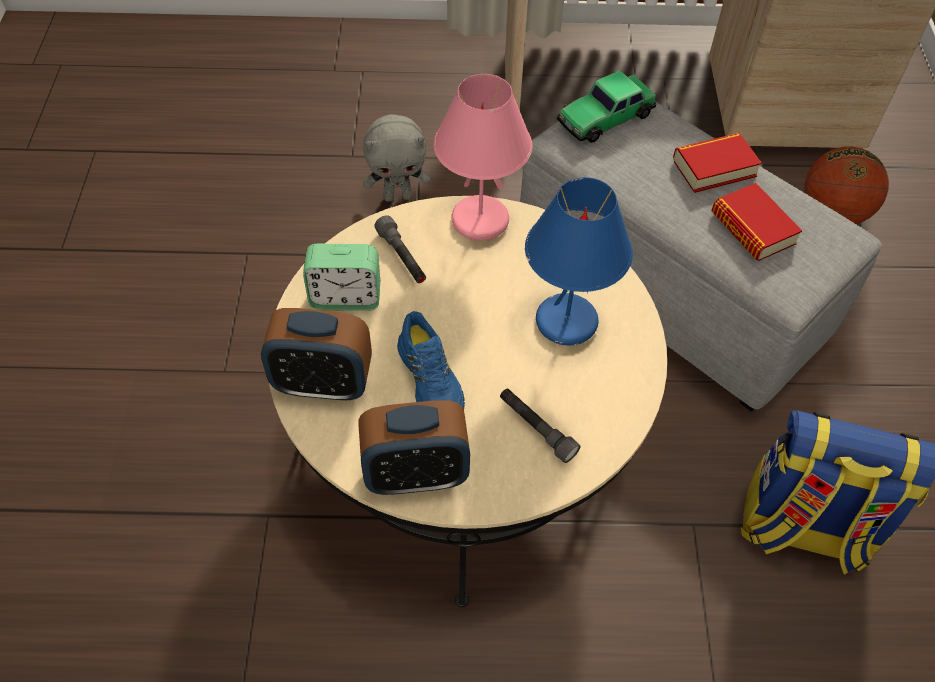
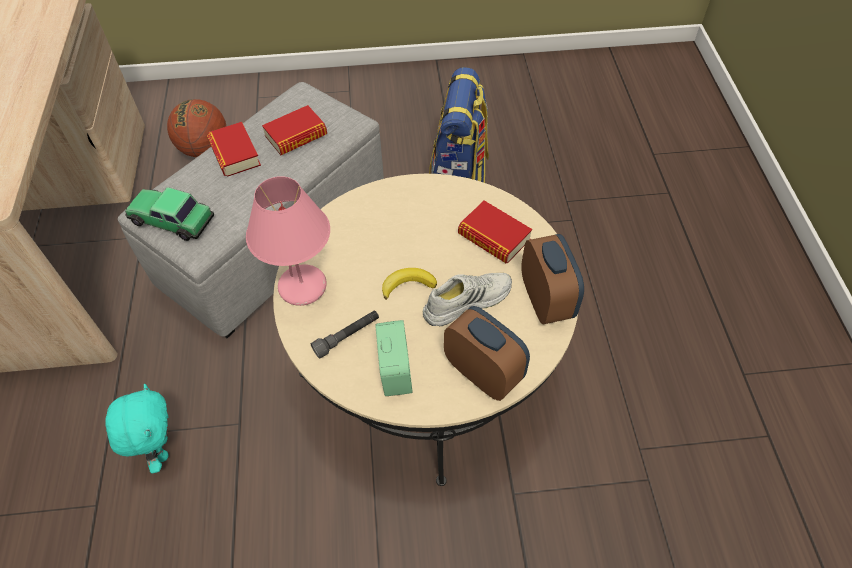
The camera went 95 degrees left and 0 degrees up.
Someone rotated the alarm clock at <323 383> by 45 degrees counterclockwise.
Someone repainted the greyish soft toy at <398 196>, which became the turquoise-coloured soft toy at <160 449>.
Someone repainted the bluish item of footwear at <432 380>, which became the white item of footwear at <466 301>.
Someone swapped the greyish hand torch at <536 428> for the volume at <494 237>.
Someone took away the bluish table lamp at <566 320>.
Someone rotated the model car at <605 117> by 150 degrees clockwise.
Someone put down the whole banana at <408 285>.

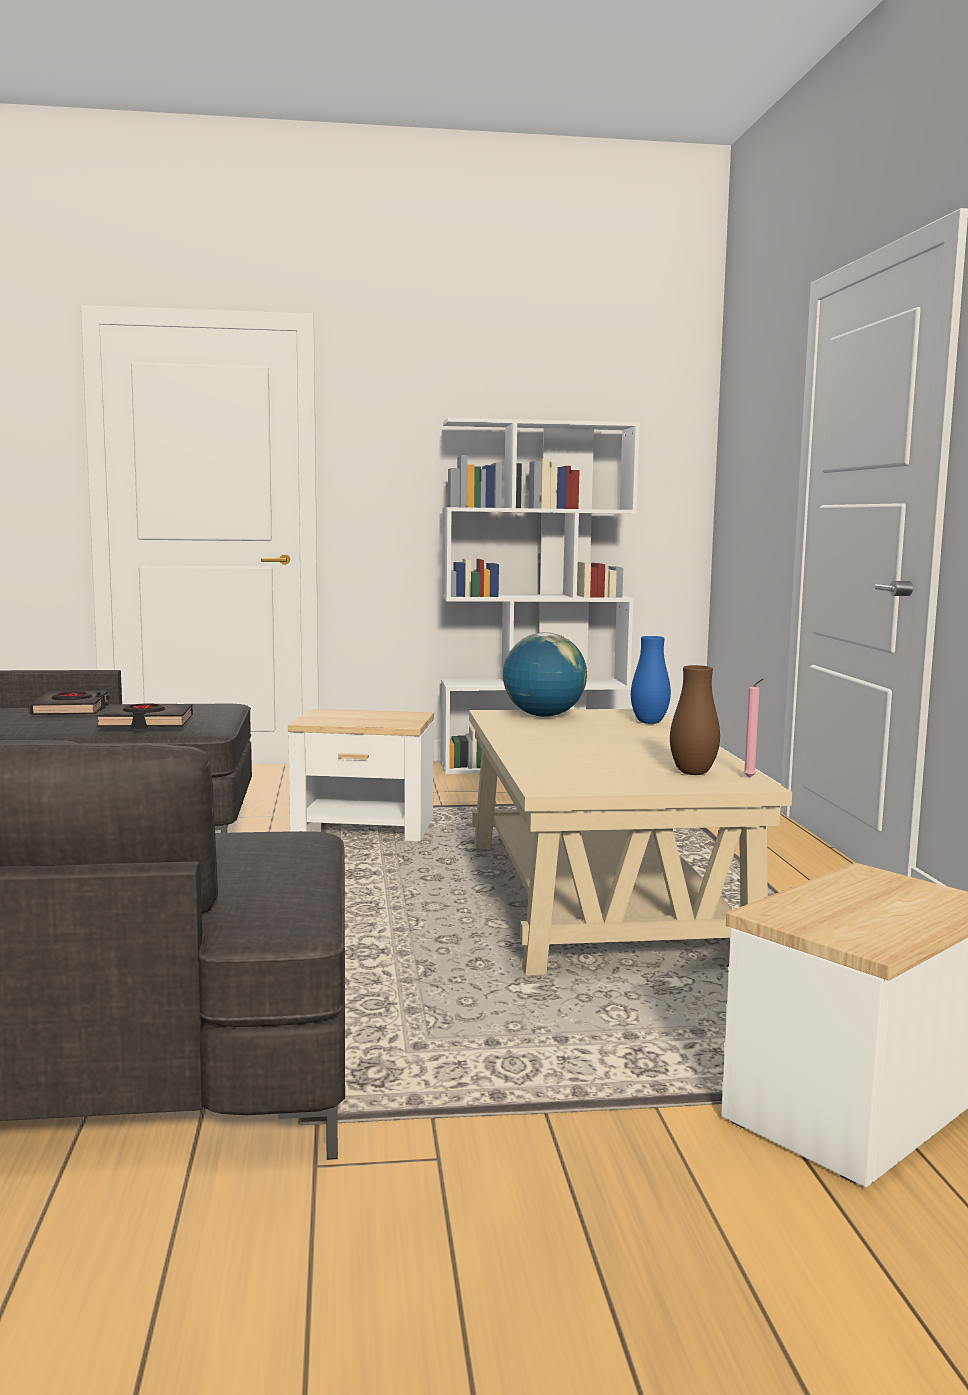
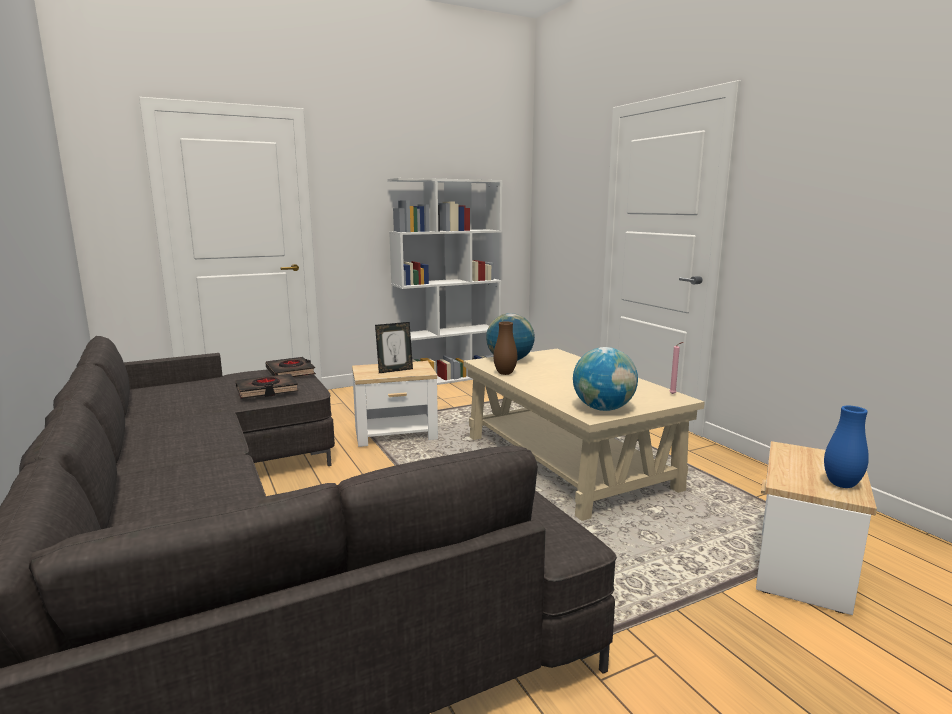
The camera went 20 degrees left and 5 degrees up.
Someone carried the black volume from <71 710> to <290 372>.
Someone carried the bluish flower vase from <649 722> to <841 485>.
Someone carried the brown-coloured flower vase from <693 773> to <505 373>.
Someone put down the picture frame at <395 370>.
Someone put down the world globe at <603 409>.

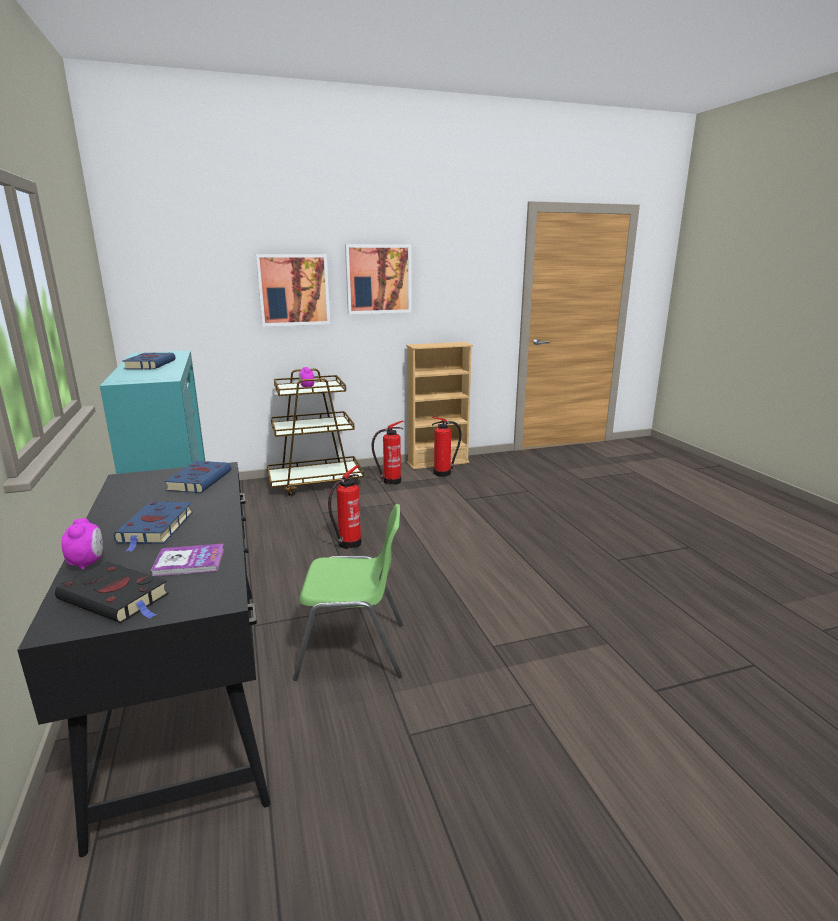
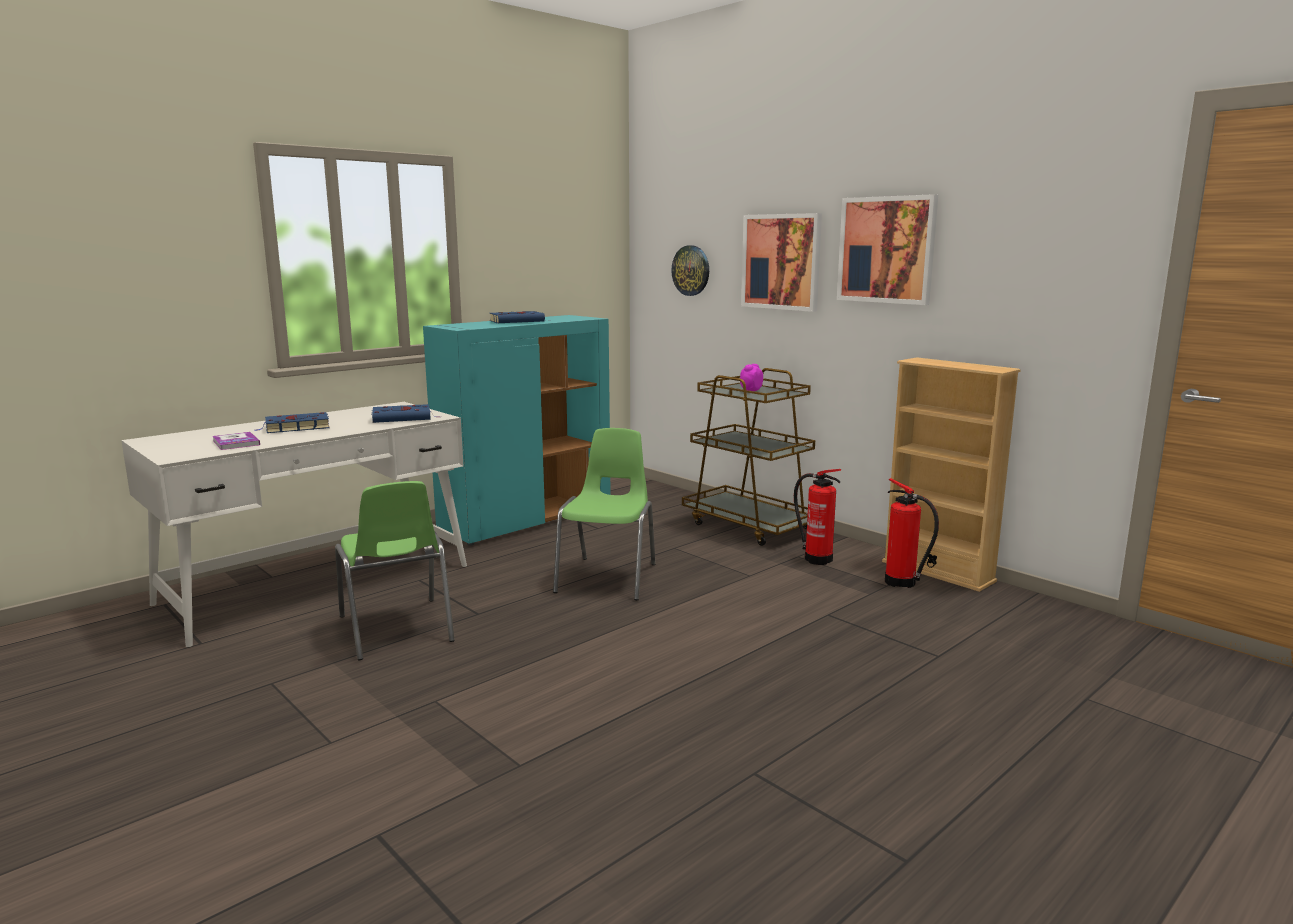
The camera went 65 degrees right and 5 degrees down.
Someone repainted the black desk at <190 690>, which became the white desk at <318 584>.
Someone took away the black volume at <116 598>.
Someone took away the alarm clock at <87 563>.
Someone swapped the extinguisher at <348 544> for the green plain chair at <609 577>.
Someone put up the clock on the wall at <691 270>.

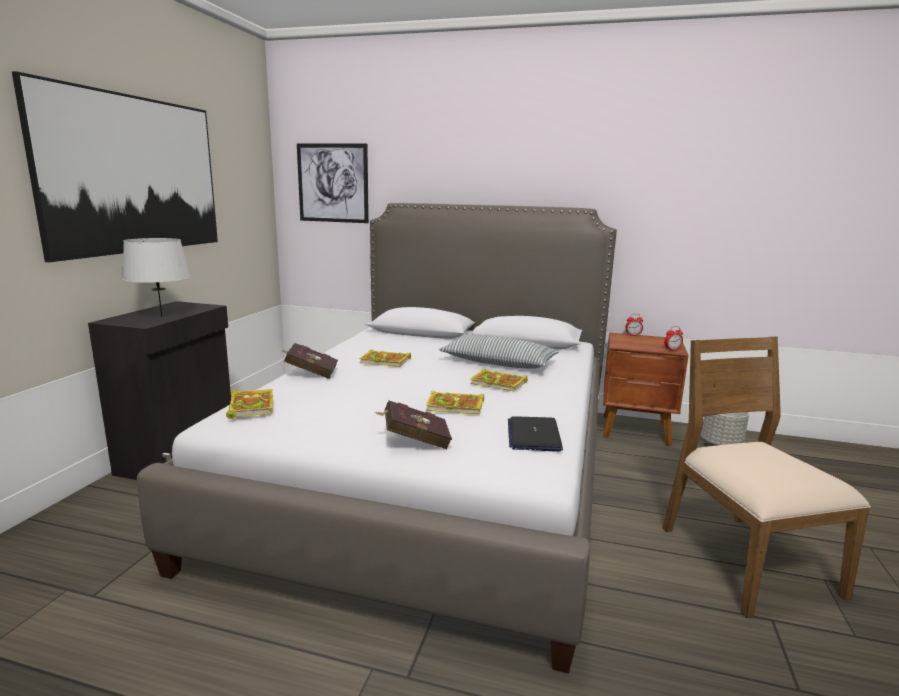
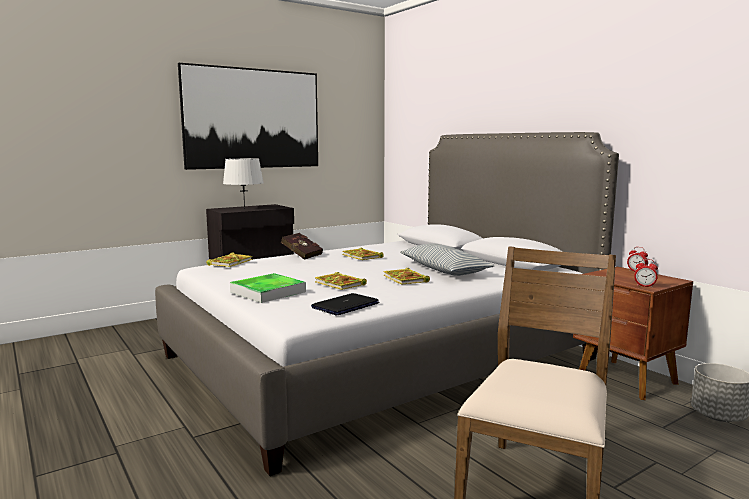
The camera went 40 degrees right and 5 degrees down.
Someone took away the wall picture at <333 183>.
Someone swapped the red-coloured volume at <413 441> for the carrying tray at <268 292>.

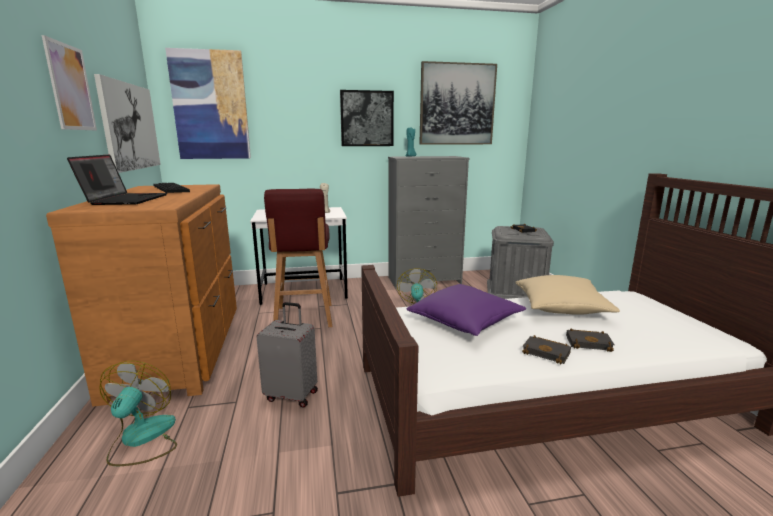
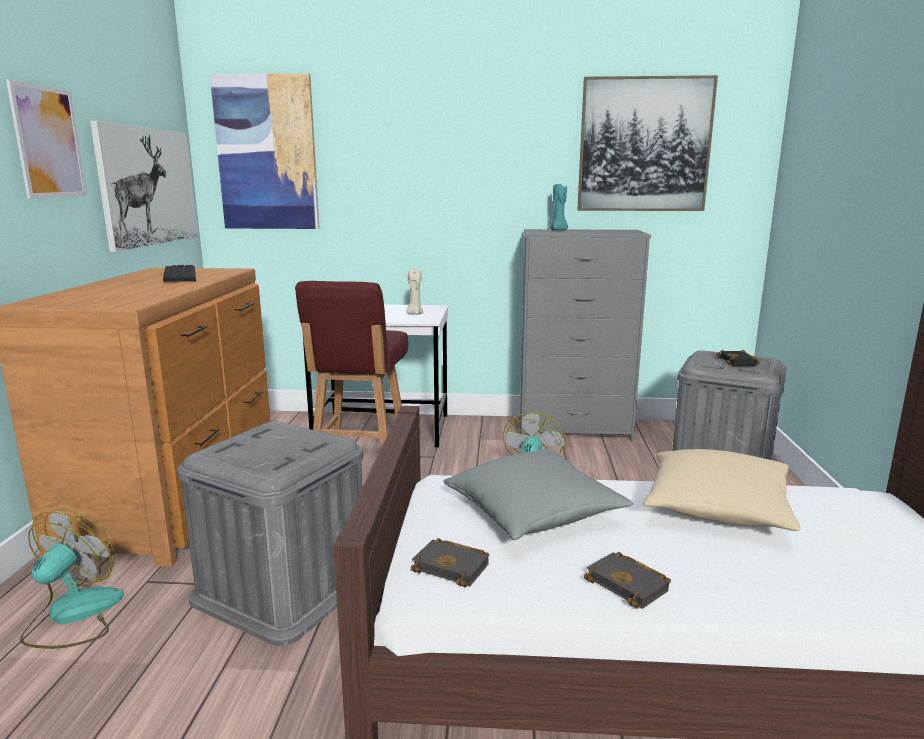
The camera went 15 degrees right and 0 degrees up.
Someone took away the portable computer at <125 200>.
Someone swapped the greyish suitcase at <292 395> for the greyish storage box at <284 586>.
Someone took away the wall picture at <367 118>.
Someone repainted the purplish pillow at <465 322>, which became the greyish pillow at <533 513>.
Someone carried the black volume from <589 343> to <453 567>.

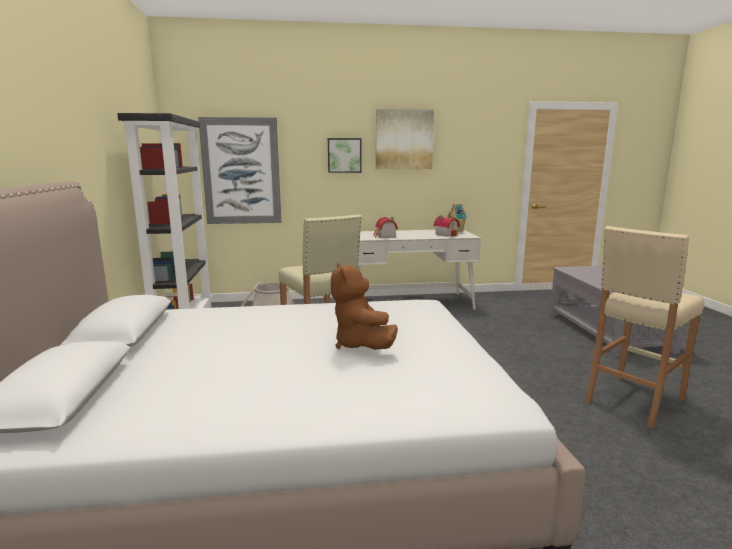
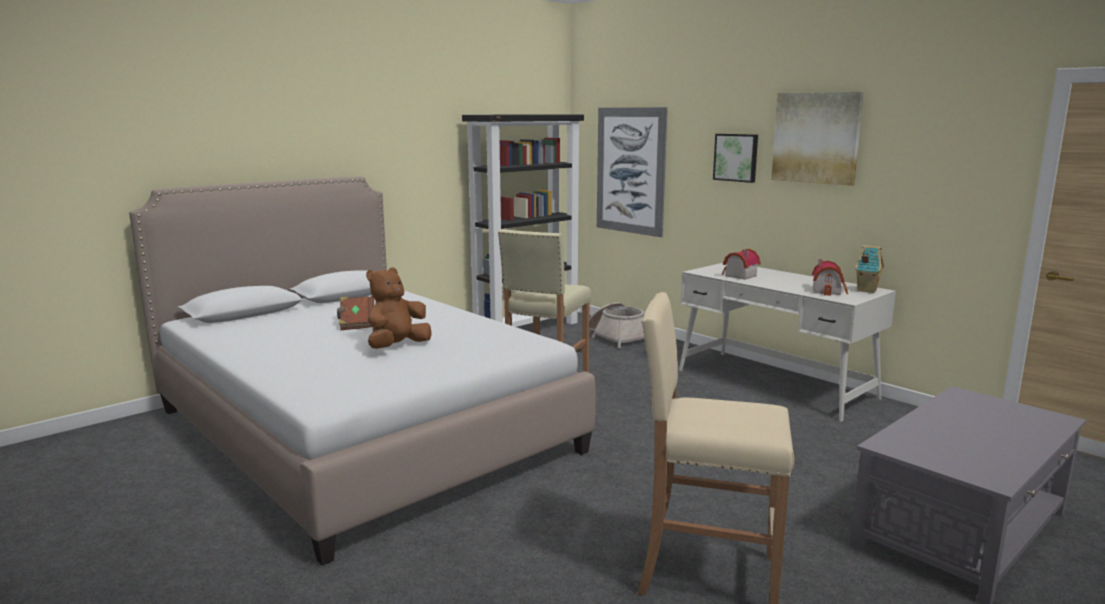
The camera went 55 degrees right and 0 degrees up.
Someone put down the brown-coloured volume at <356 323>.

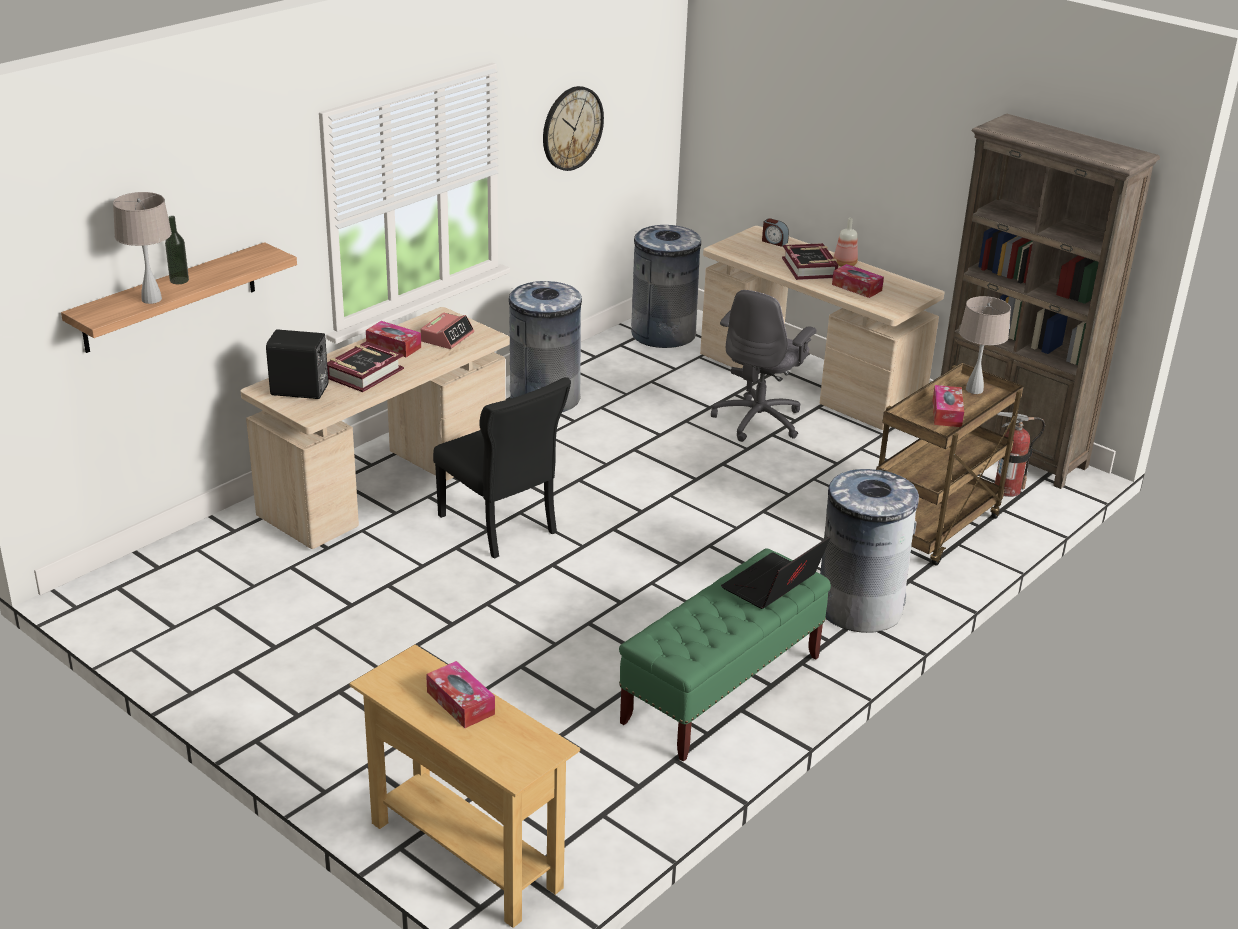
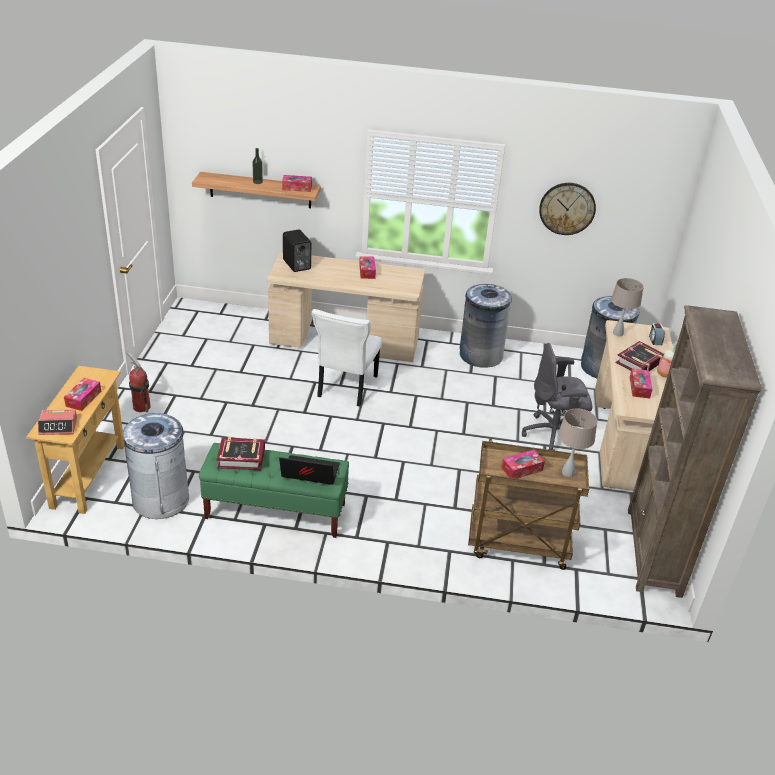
The camera went 55 degrees right and 5 degrees up.
Someone carried the beige-coloured table lamp from <152 299> to <618 333>.
Someone carried the volume from <364 373> to <241 457>.
Someone carried the alarm clock from <447 337> to <58 426>.
Someone repainted the black plain chair at <500 527>, which became the white plain chair at <346 388>.
Someone carried the greyish waste bin from <859 607> to <161 500>.
Someone carried the extinguisher from <1007 489> to <141 407>.
Someone put down the tissue holder at <297 188>.

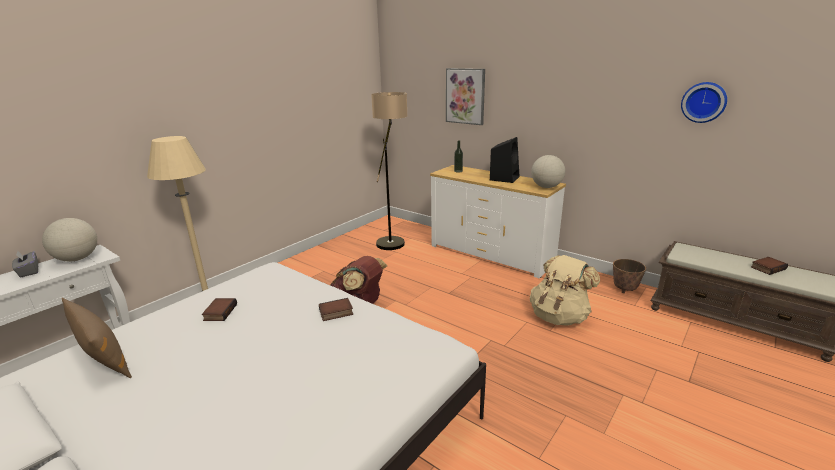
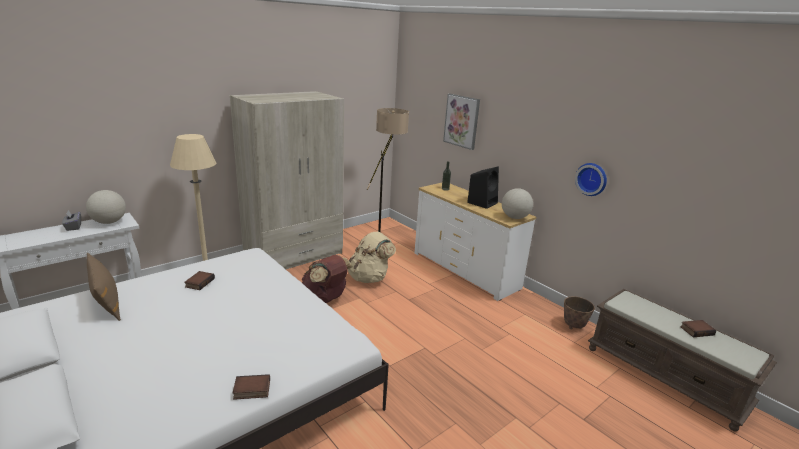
The camera went 10 degrees right and 0 degrees up.
Someone carried the volume from <335 313> to <251 390>.
Someone carried the beige-coloured knapsack from <559 316> to <369 278>.
Someone carried the clock on the wall from <704 102> to <592 179>.
Someone put down the beige-coloured armoire at <294 255>.

